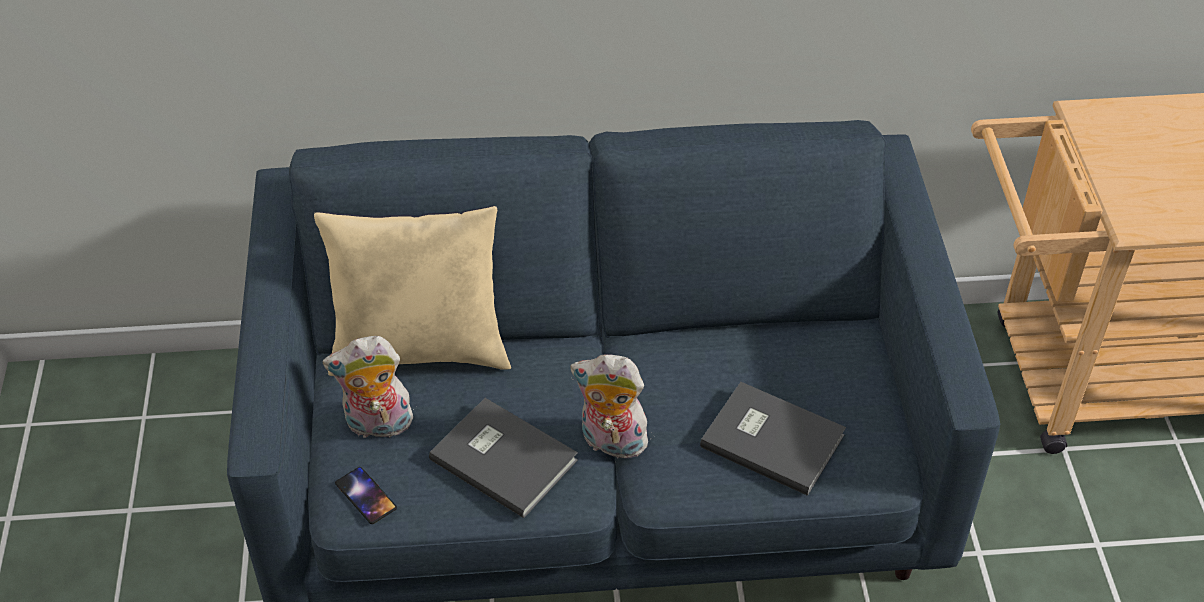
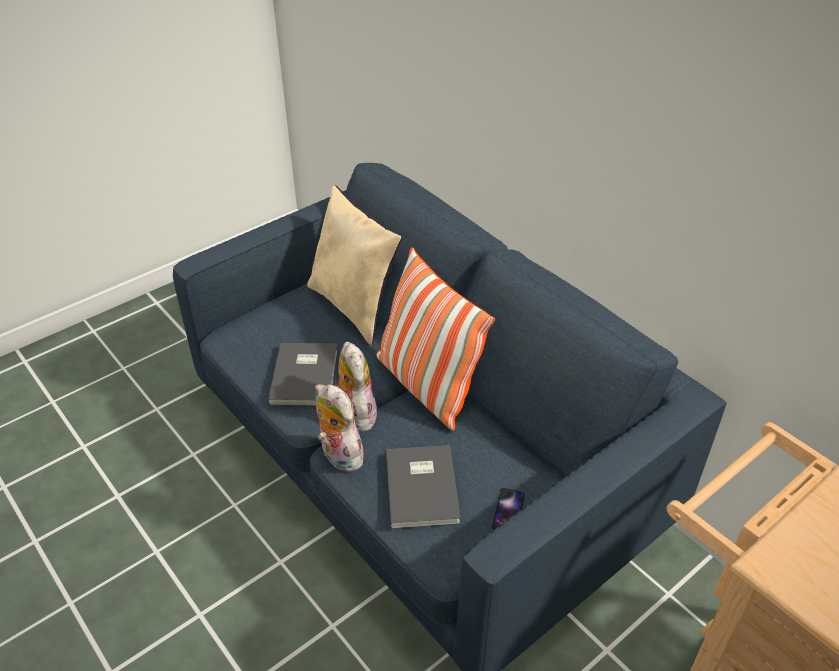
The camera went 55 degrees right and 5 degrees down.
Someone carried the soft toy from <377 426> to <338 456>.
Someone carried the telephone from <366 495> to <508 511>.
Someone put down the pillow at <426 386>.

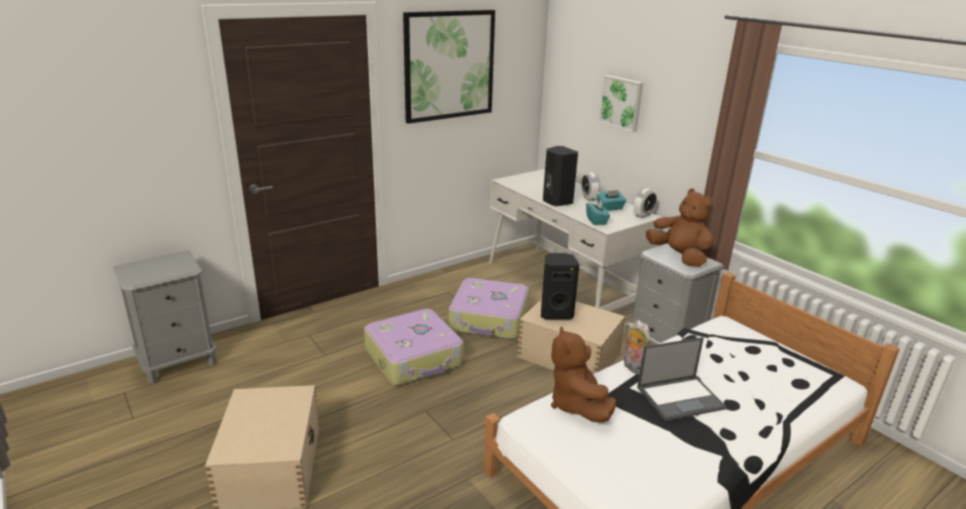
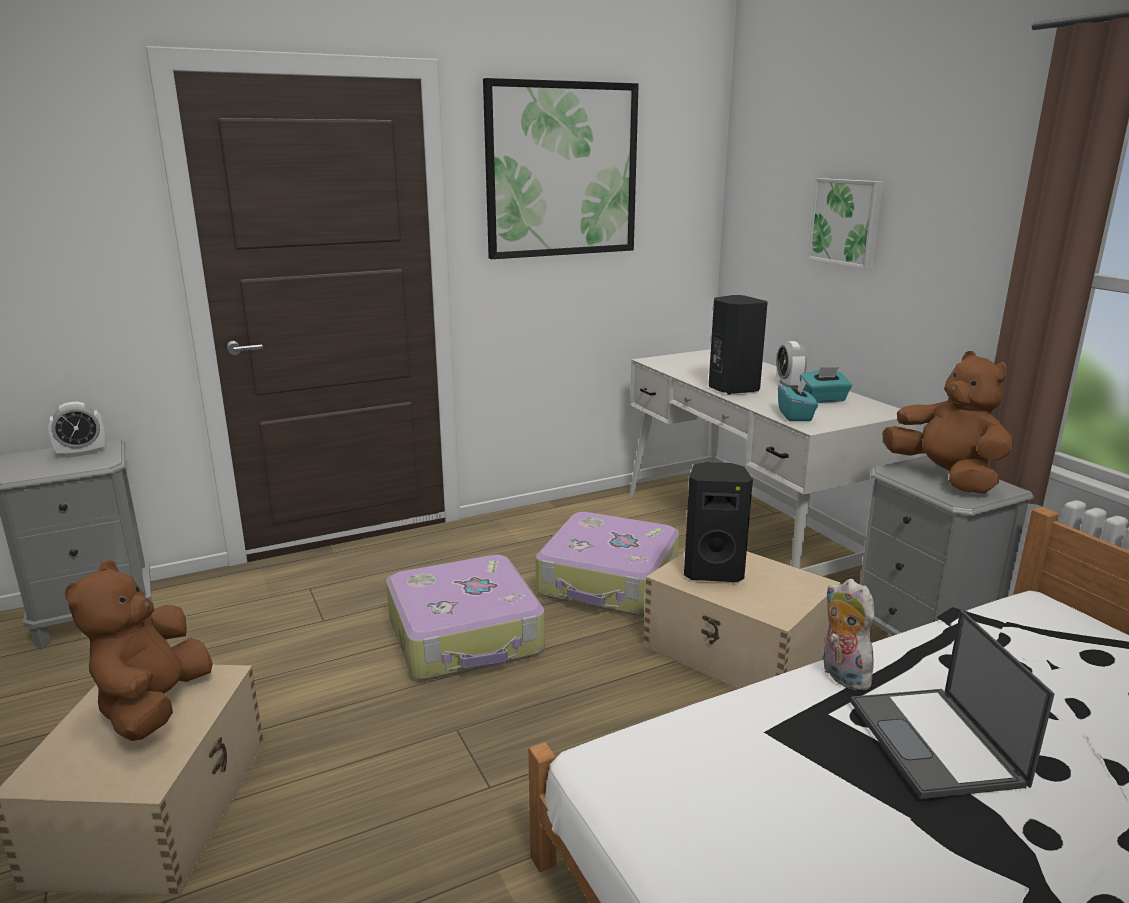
The camera went 10 degrees right and 5 degrees down.
Someone carried the brown-coloured soft toy from <576 405> to <154 707>.
Someone carried the alarm clock from <643 215> to <81 453>.
Someone rotated the portable computer at <680 397> by 90 degrees clockwise.

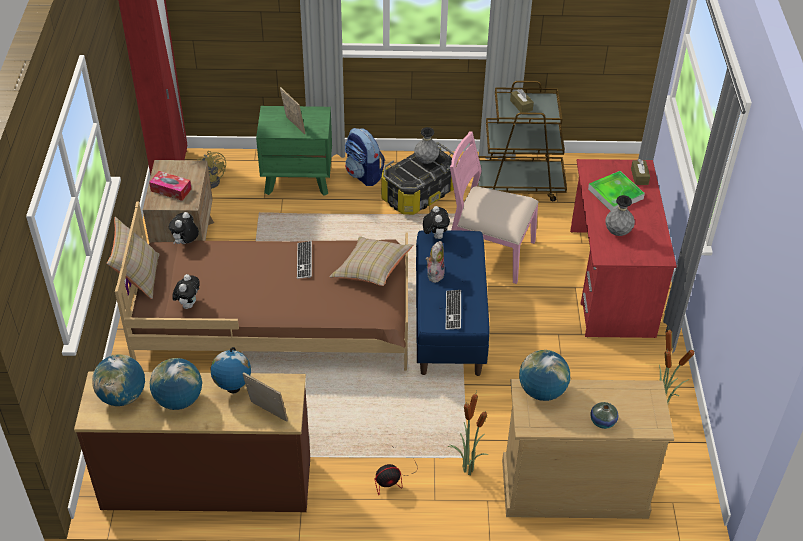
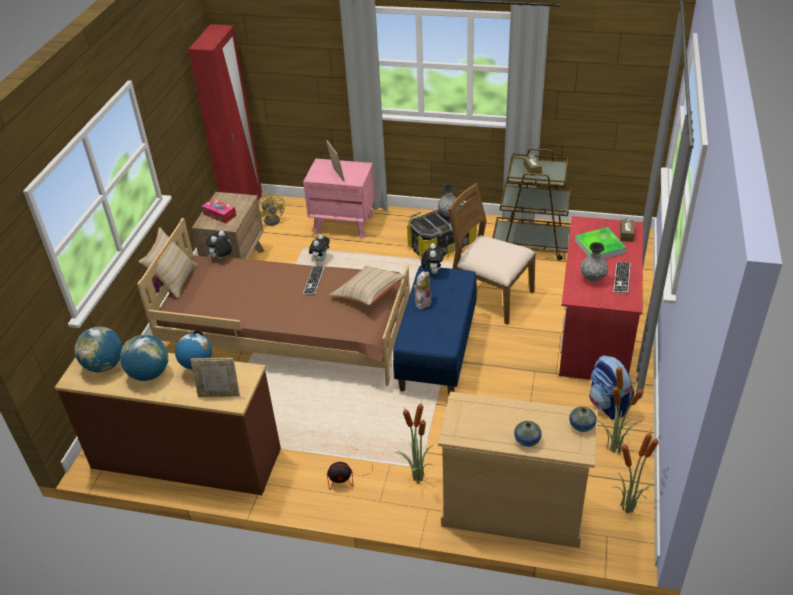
The camera went 15 degrees right and 5 degrees down.
Someone carried the soft toy from <188 304> to <320 259>.
Someone rotated the picture frame at <267 413> by 135 degrees clockwise.
Someone repainted the green nightstand at <298 179>, which became the pink nightstand at <344 224>.
Someone carried the knapsack from <364 175> to <608 405>.
Someone carried the PC keyboard from <453 310> to <621 278>.
Someone repainted the pink plain chair at <488 251>, which became the brown-coloured plain chair at <490 295>.
Someone took away the world globe at <542 391>.
Someone put down the flower vase at <581 425>.
Someone put down the houseplant at <628 509>.

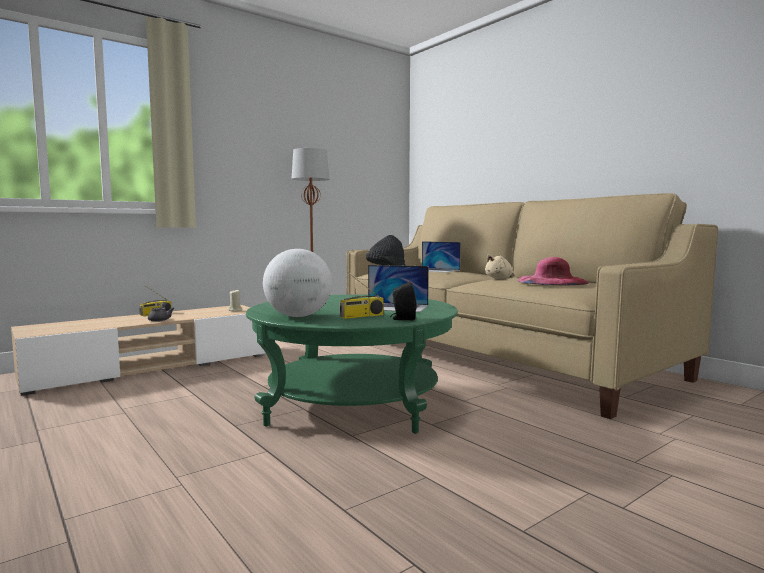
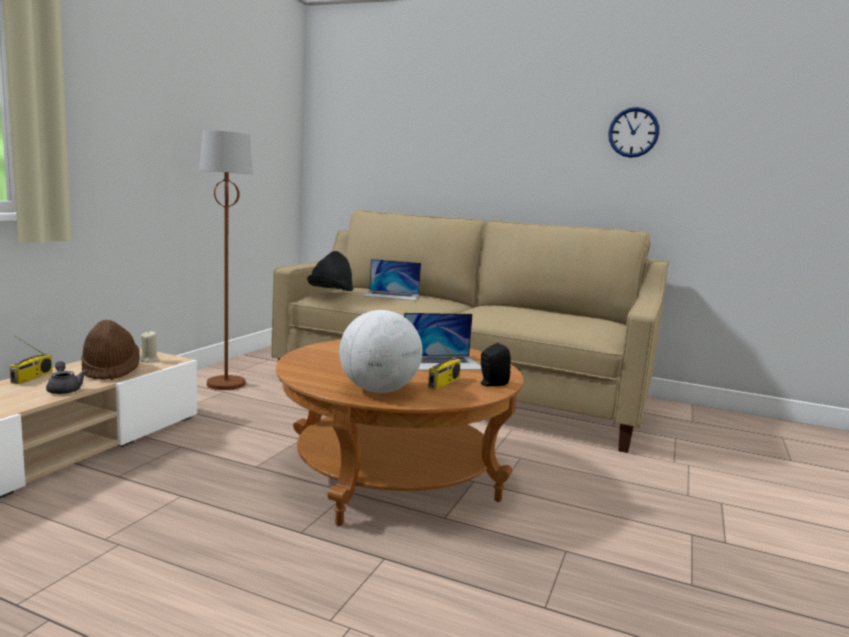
The camera went 30 degrees left and 5 degrees up.
Someone repainted the green low table at <353 403>, which became the brown-coloured low table at <394 475>.
Someone took away the beige-coloured soft toy at <499 278>.
Someone took away the pink hat at <552 281>.
Someone put down the brown-coloured hat at <110 370>.
Someone put up the clock on the wall at <633 132>.

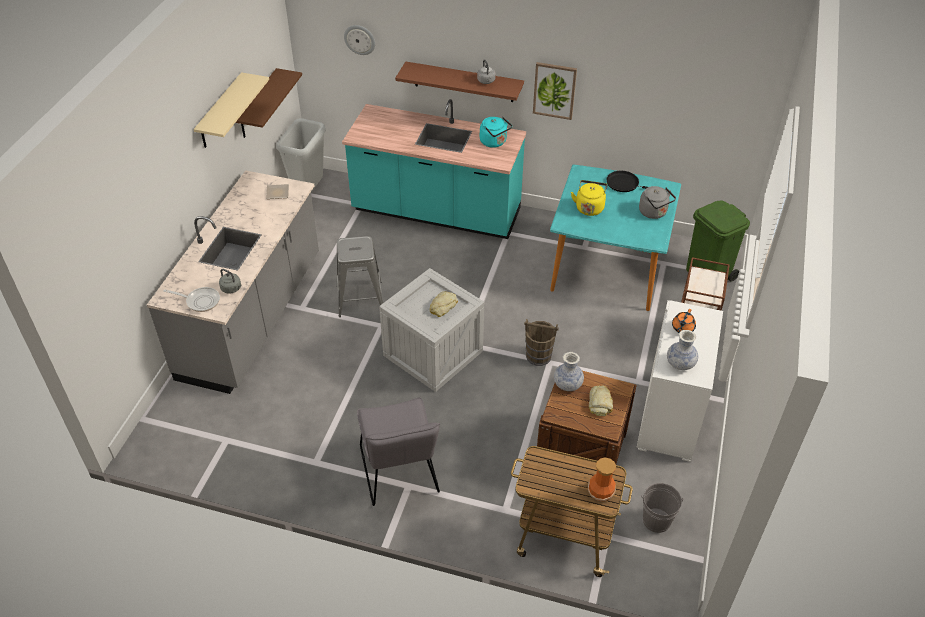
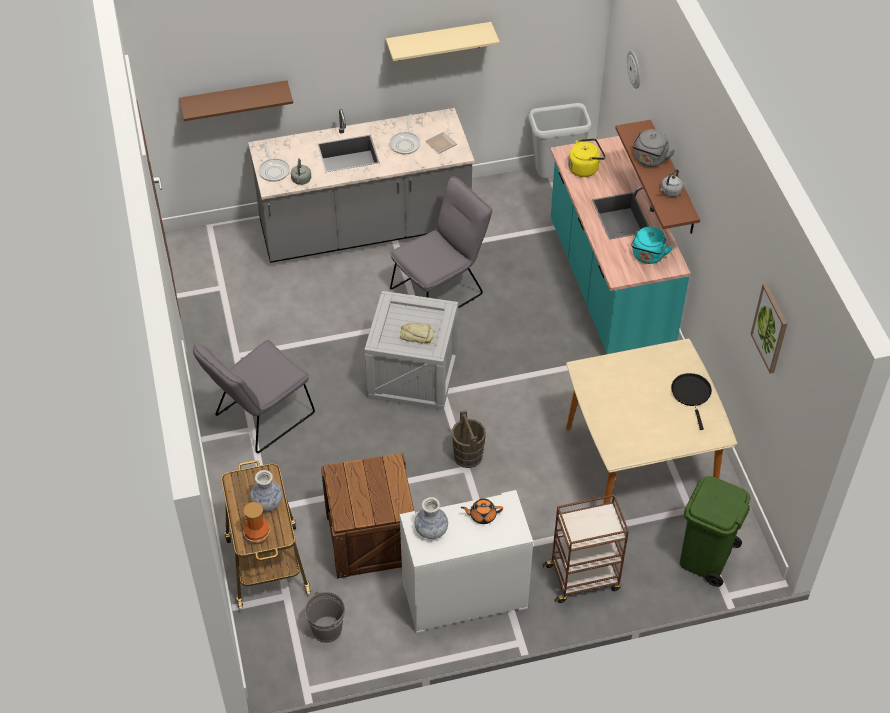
The camera went 60 degrees right and 5 degrees up.
Someone carried the brown-coloured bracket shelf from <258 104> to <235 100>.
Someone swapped the greyish sitting stool at <360 299> for the greyish plain chair at <441 289>.
Someone carried the wall picture from <554 90> to <770 328>.
Someone repainted the turquoise-coloured kitchen table at <607 268>, which became the beige-coloured kitchen table at <639 462>.
Someone carried the flower vase from <567 384> to <267 502>.
Someone carried the yellow-coloured kettle from <589 207> to <585 168>.
Someone took away the bread at <600 403>.
Someone carried the greyish kettle from <654 213> to <649 160>.
Someone put down the pan at <405 143>.

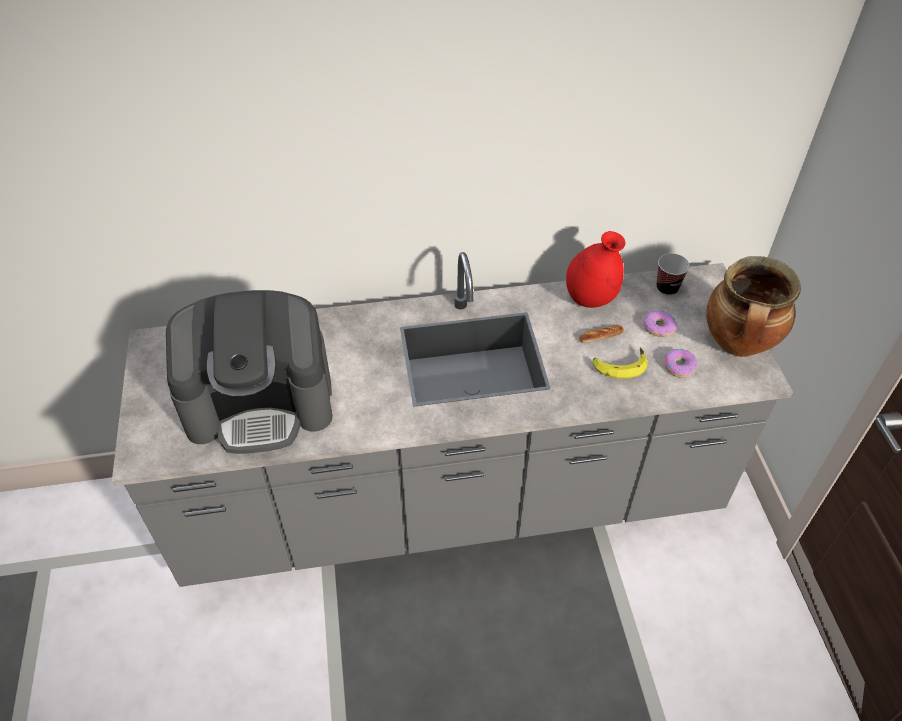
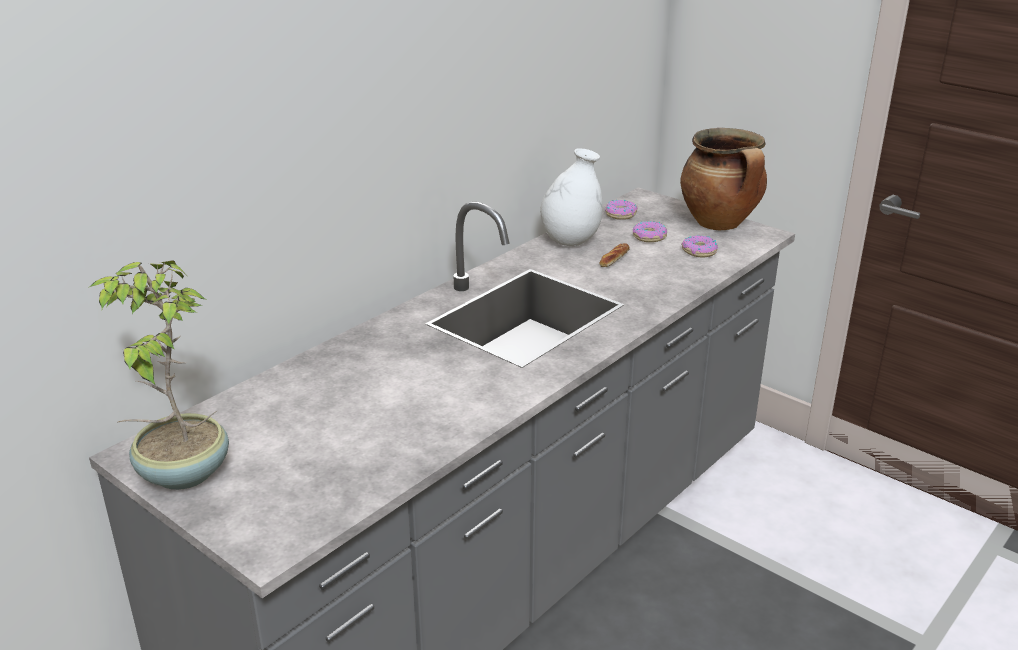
The camera went 40 degrees left and 20 degrees down.
Someone took away the coffee machine at <261 402>.
Someone repainted the red-coloured flower vase at <590 299>, which became the white flower vase at <570 241>.
Someone took away the whole banana at <619 365>.
Someone swapped the cup at <667 288> for the donut at <620 214>.
Someone put down the houseplant at <181 474>.

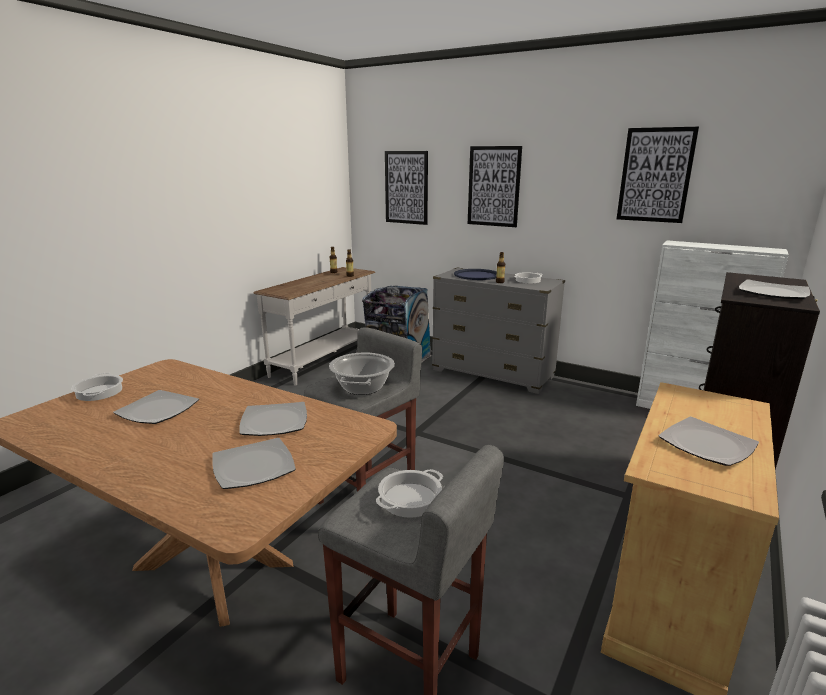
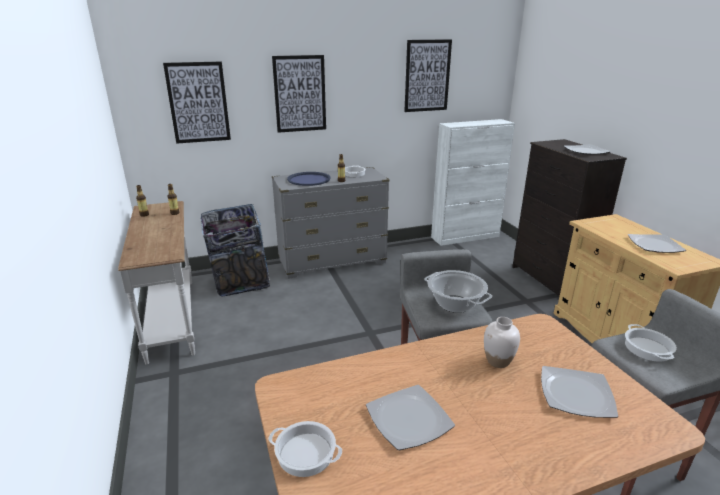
The camera went 50 degrees left and 5 degrees up.
Someone swapped the dinner plate at <273 422> for the white flower vase at <498 361>.

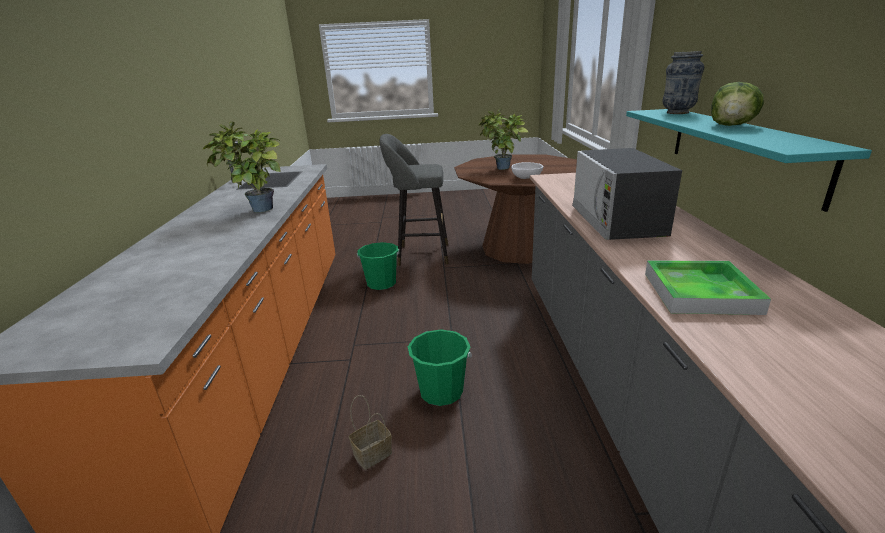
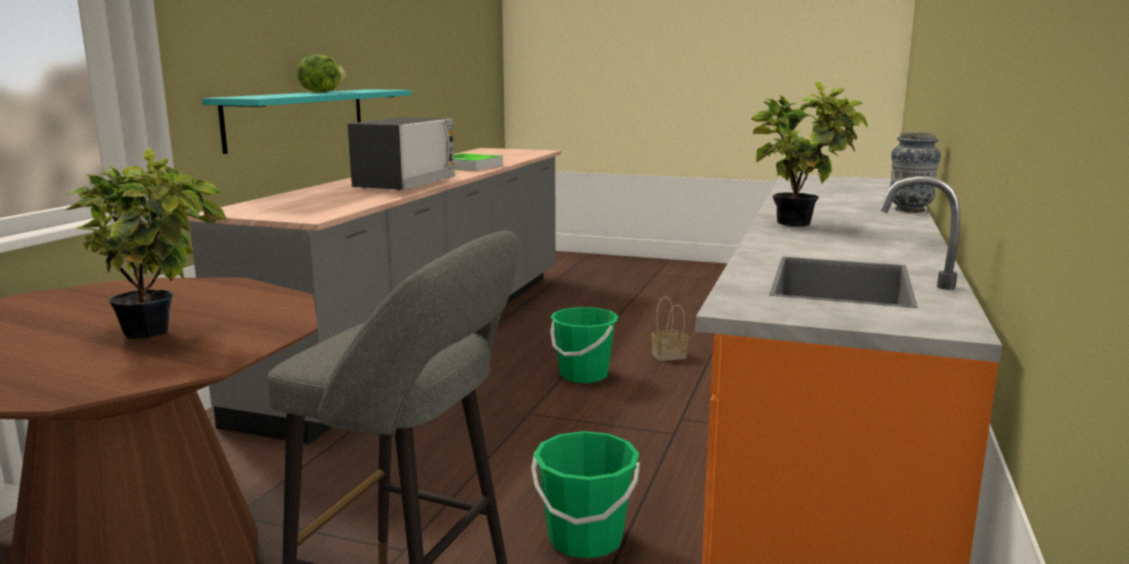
The camera went 160 degrees left and 10 degrees down.
Someone took away the white bowl at <526 178>.
Someone carried the flower vase from <677 113> to <909 210>.

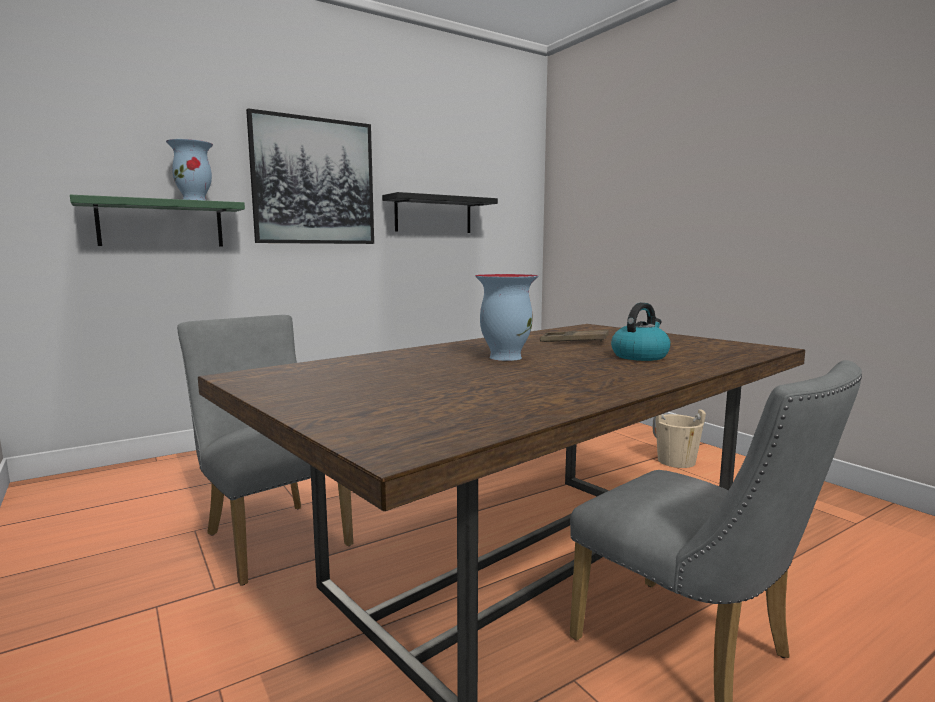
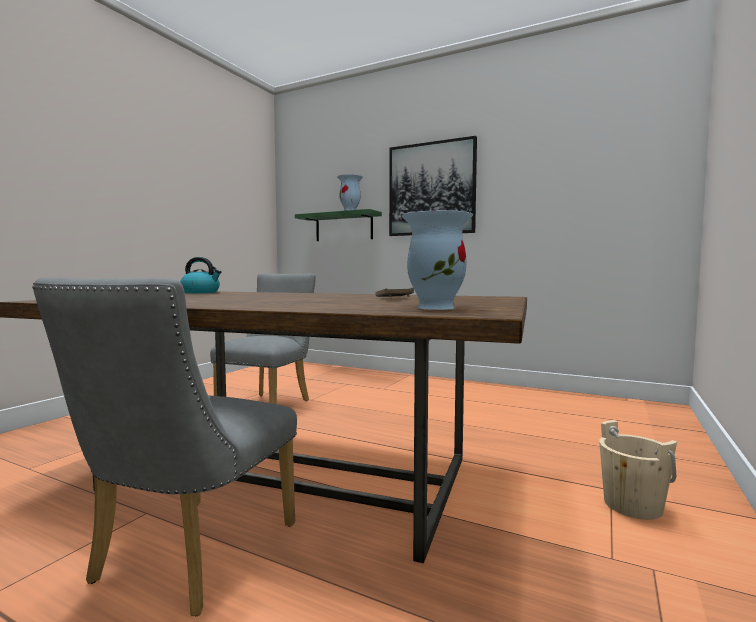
The camera went 60 degrees right and 5 degrees down.
Someone took away the black bracket shelf at <433 215>.
Someone carried the flower vase from <504 357> to <436 307>.
Someone carried the kettle from <640 356> to <201 292>.

